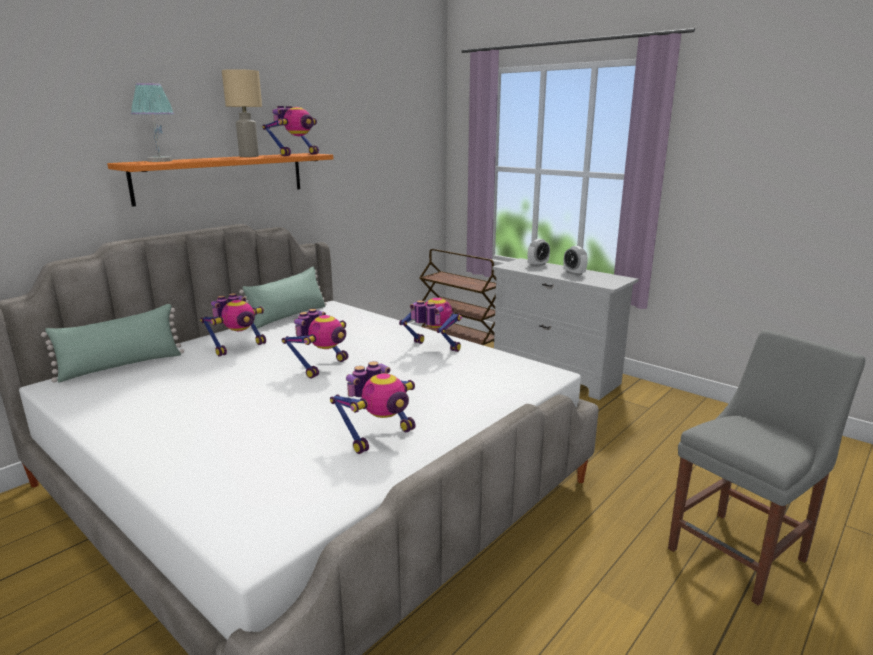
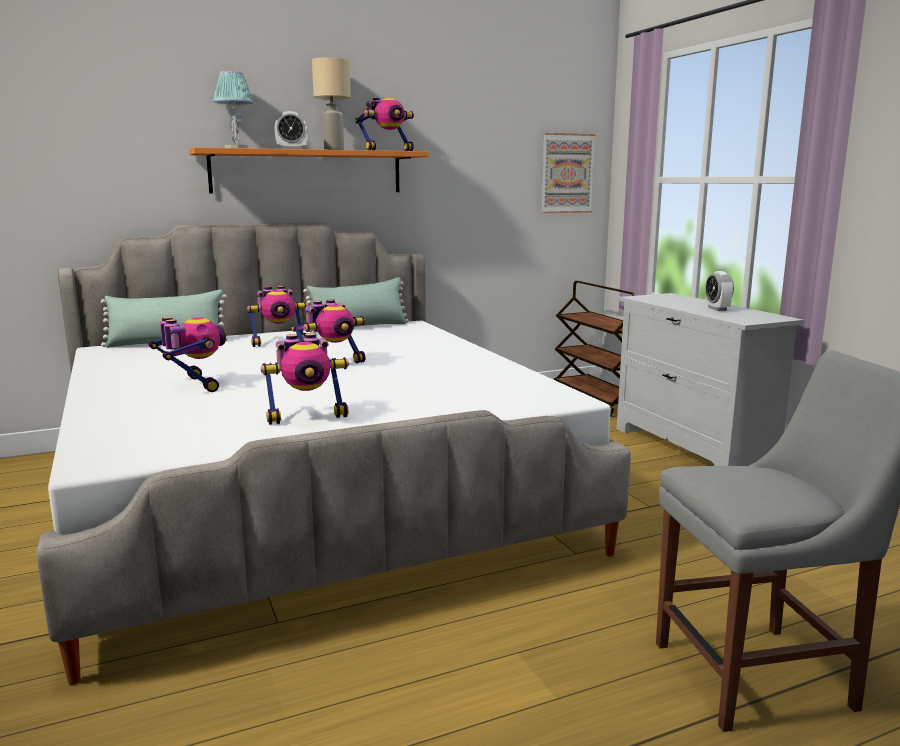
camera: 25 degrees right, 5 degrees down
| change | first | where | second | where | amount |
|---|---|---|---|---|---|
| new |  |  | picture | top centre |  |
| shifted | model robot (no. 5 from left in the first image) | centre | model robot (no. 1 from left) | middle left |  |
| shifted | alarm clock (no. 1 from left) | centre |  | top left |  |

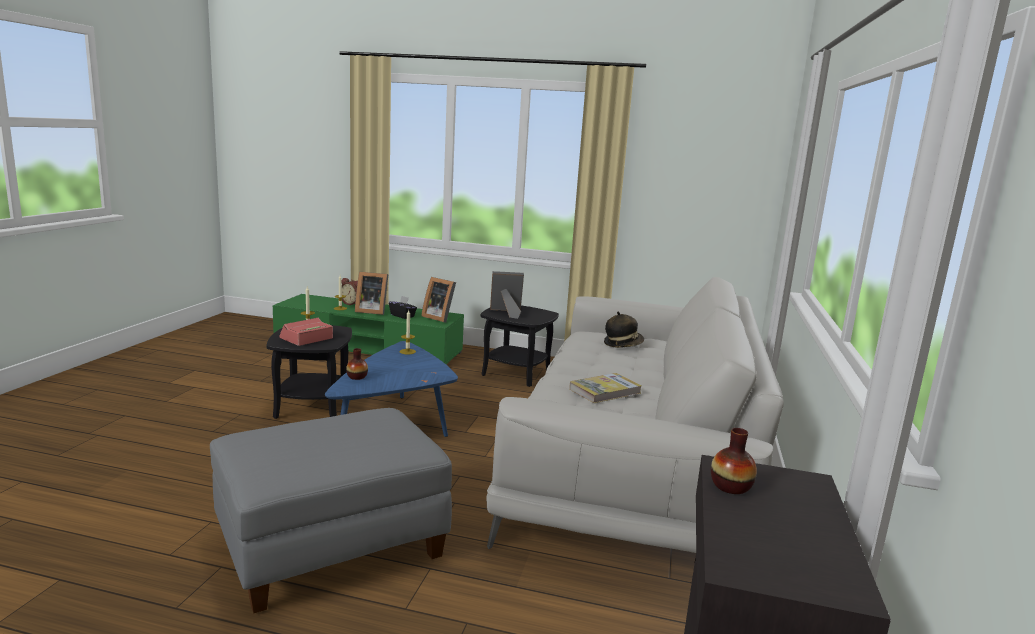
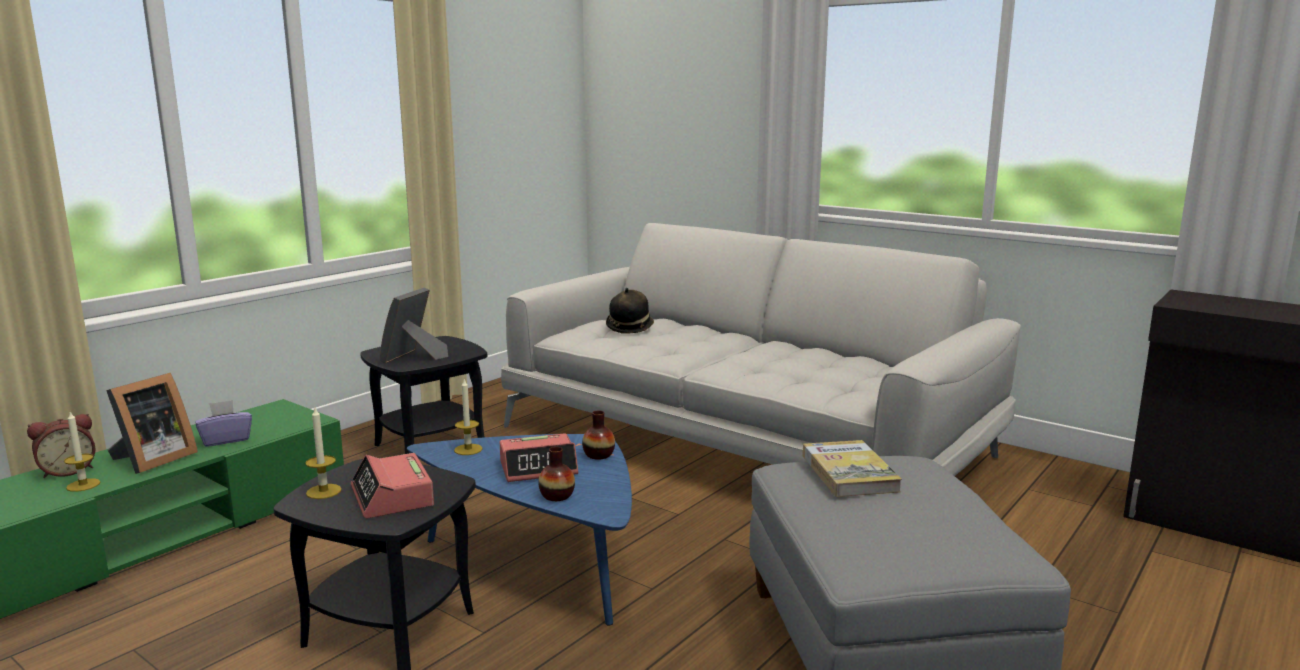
camera: 65 degrees left, 0 degrees up
| change | first | where | second | where | amount |
|---|---|---|---|---|---|
| gone | picture frame (no. 2 from left) | centre |  |  |  |
| new |  |  | alarm clock (no. 3 from left) | bottom centre |  |
| shifted | book | centre |  | bottom centre |  |
| shifted | flower vase (no. 2 from left) | bottom right |  | centre |  |
| repainted | black-coloured tissue holder | centre | purplish tissue holder | middle left |  |

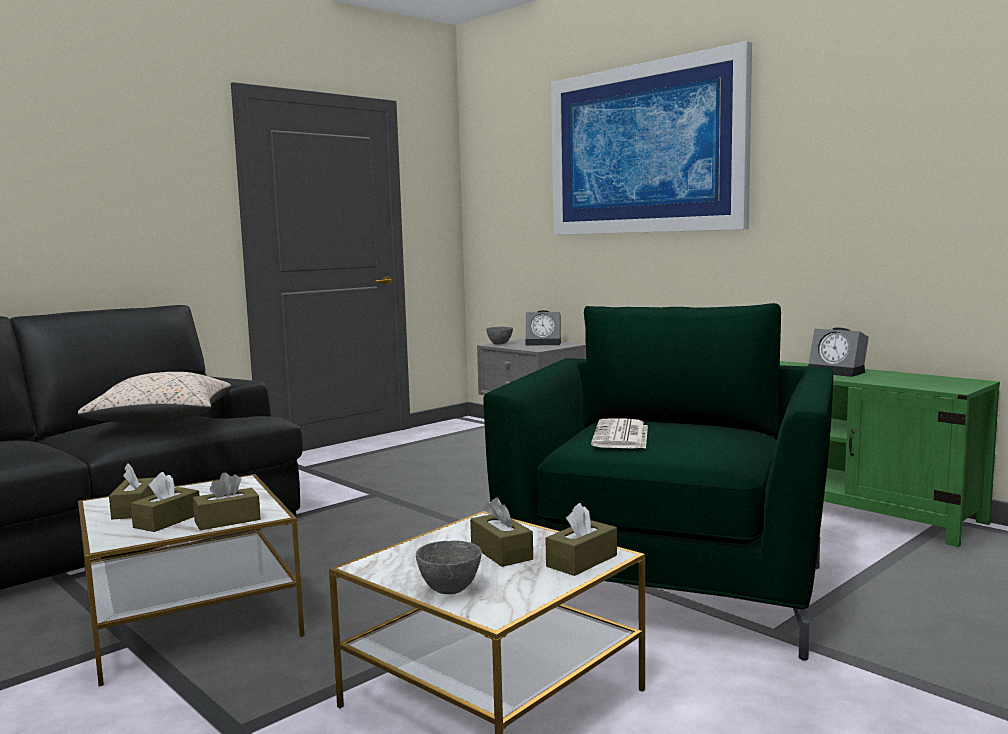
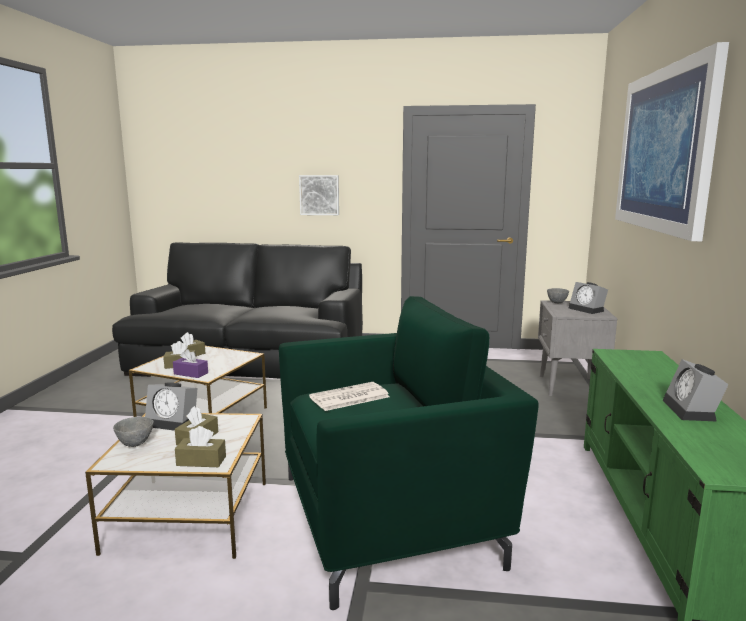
camera: 50 degrees right, 5 degrees up
| change | first | where | second | where | amount |
|---|---|---|---|---|---|
| gone | sand-coloured throw pillow | middle left |  |  |  |
| new |  |  | alarm clock (no. 1 from left) | middle left |  |
| new |  |  | picture (no. 1 from left) | top centre |  |
| repainted | brownish tissue holder (no. 3 from left) | bottom left | purplish tissue holder | middle left |  |

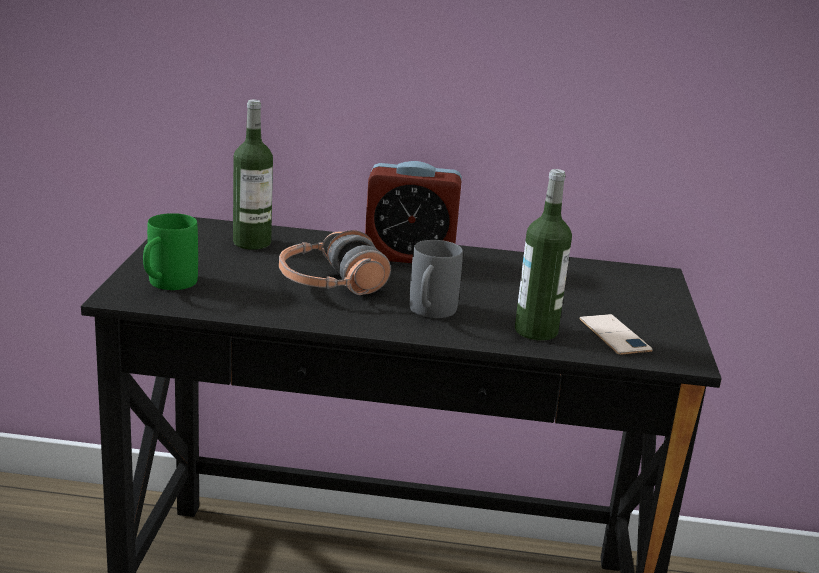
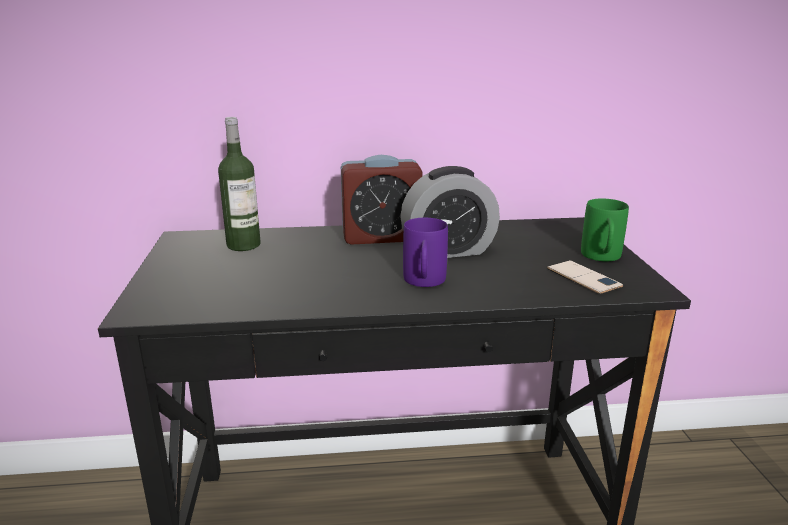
camera: 10 degrees left, 0 degrees up
| change | first | where | second | where | amount |
|---|---|---|---|---|---|
| gone | pair of headphones | centre |  |  |  |
| gone | drink bottle (no. 2 from left) | centre |  |  |  |
| new |  |  | alarm clock (no. 2 from left) | centre |  |
| shifted | green-coloured tea mug | middle left |  | middle right |  |
| repainted | gray tea mug | centre | purplish tea mug | centre |  |

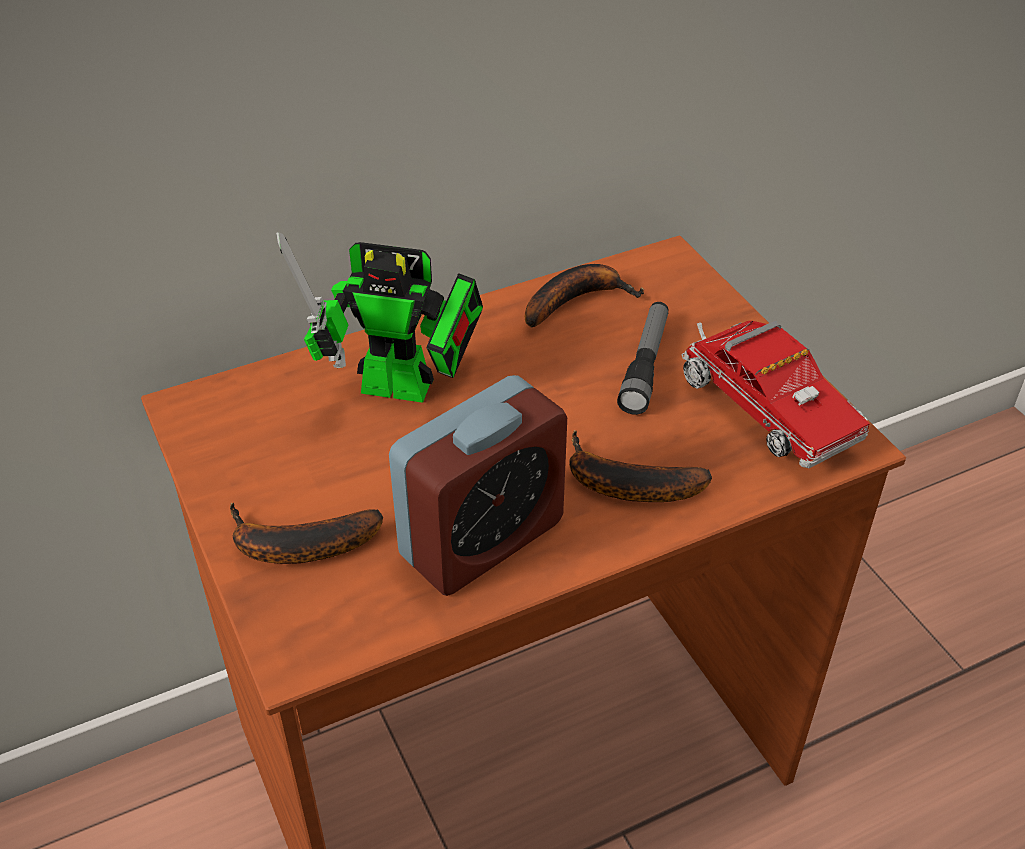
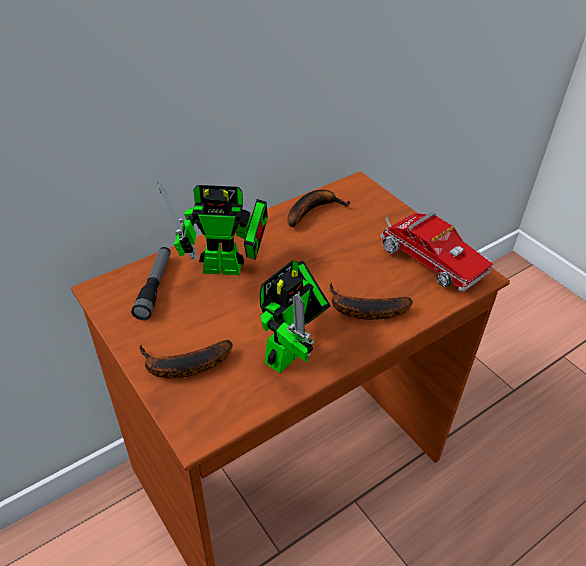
camera: 10 degrees left, 0 degrees up
| change | first | where | second | where | amount |
|---|---|---|---|---|---|
| shifted | torch | centre |  | middle left |  |
| swapped | alarm clock | centre | model robot (no. 2 from left) | centre |  |

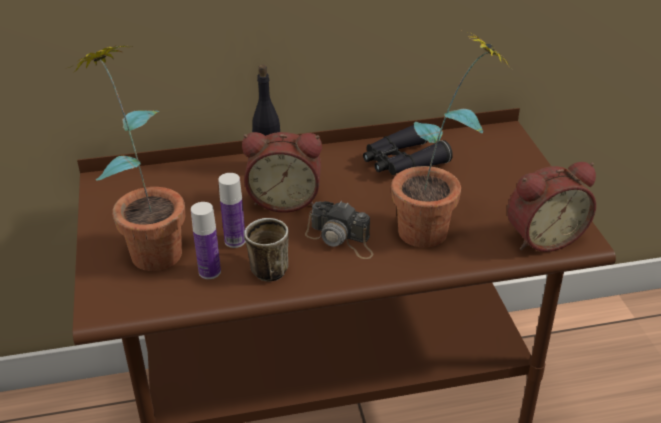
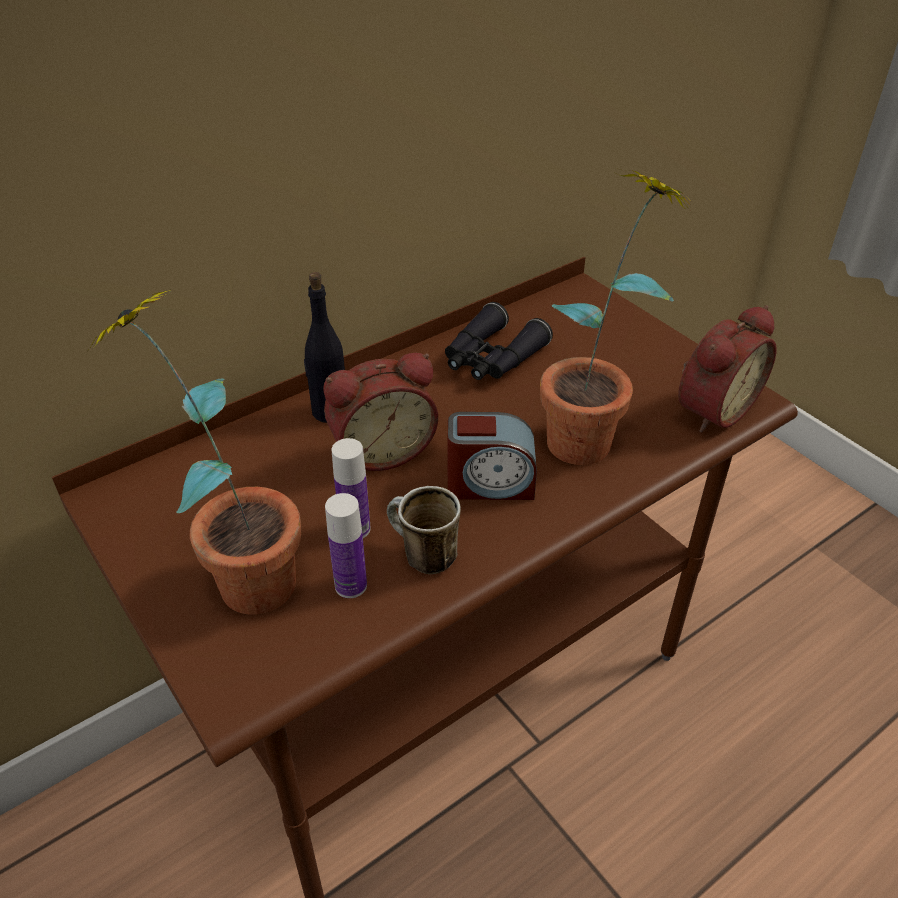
camera: 25 degrees left, 5 degrees up
| change | first | where | second | where | amount |
|---|---|---|---|---|---|
| swapped | still camera | centre | alarm clock (no. 2 from left) | centre |  |

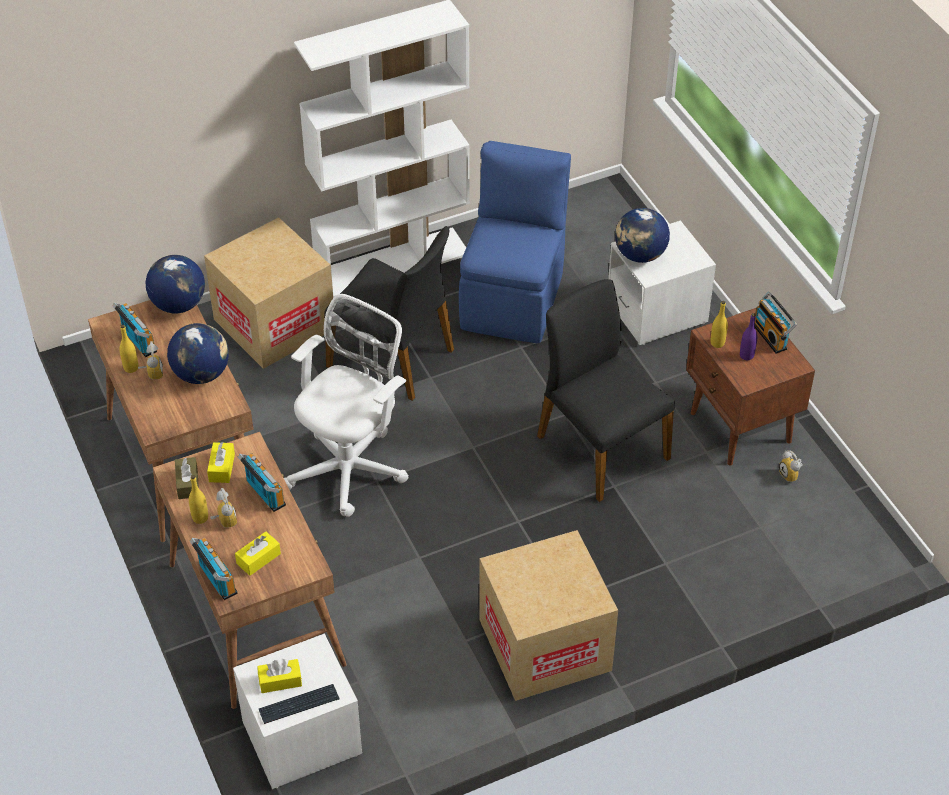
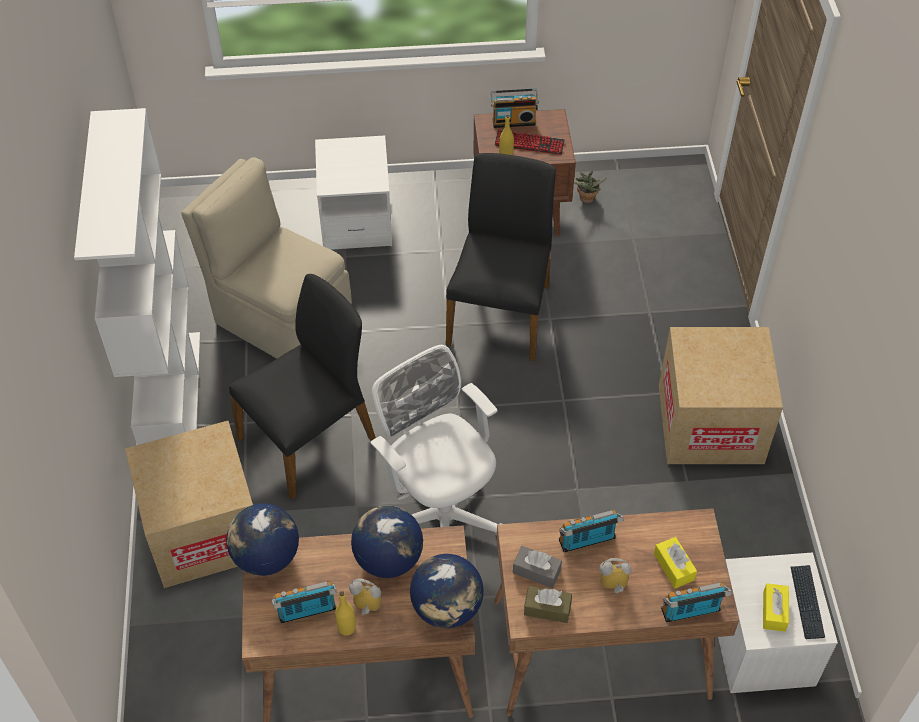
camera: 70 degrees left, 5 degrees up
| change | first | where | second | where | amount |
|---|---|---|---|---|---|
| gone | yellow-coloured drink bottle (no. 2 from left) | middle left |  |  |  |
| shifted | world globe (no. 3 from left) | top right |  | bottom centre |  |
| swapped | purplish drink bottle | middle right | PC keyboard (no. 1 from left) | top centre |  |
| swapped | alarm clock (no. 3 from left) | middle right | houseplant | top centre |  |
| repainted | yellow-coloured tissue holder (no. 1 from left) | middle left | gray tissue holder | bottom centre |  |
| repainted | bluish upright chair | top centre | sand-coloured upright chair | middle left |  |
| rotated | black-coloured upright chair (no. 2 from left) | centre |  | centre | 120 degrees clockwise |

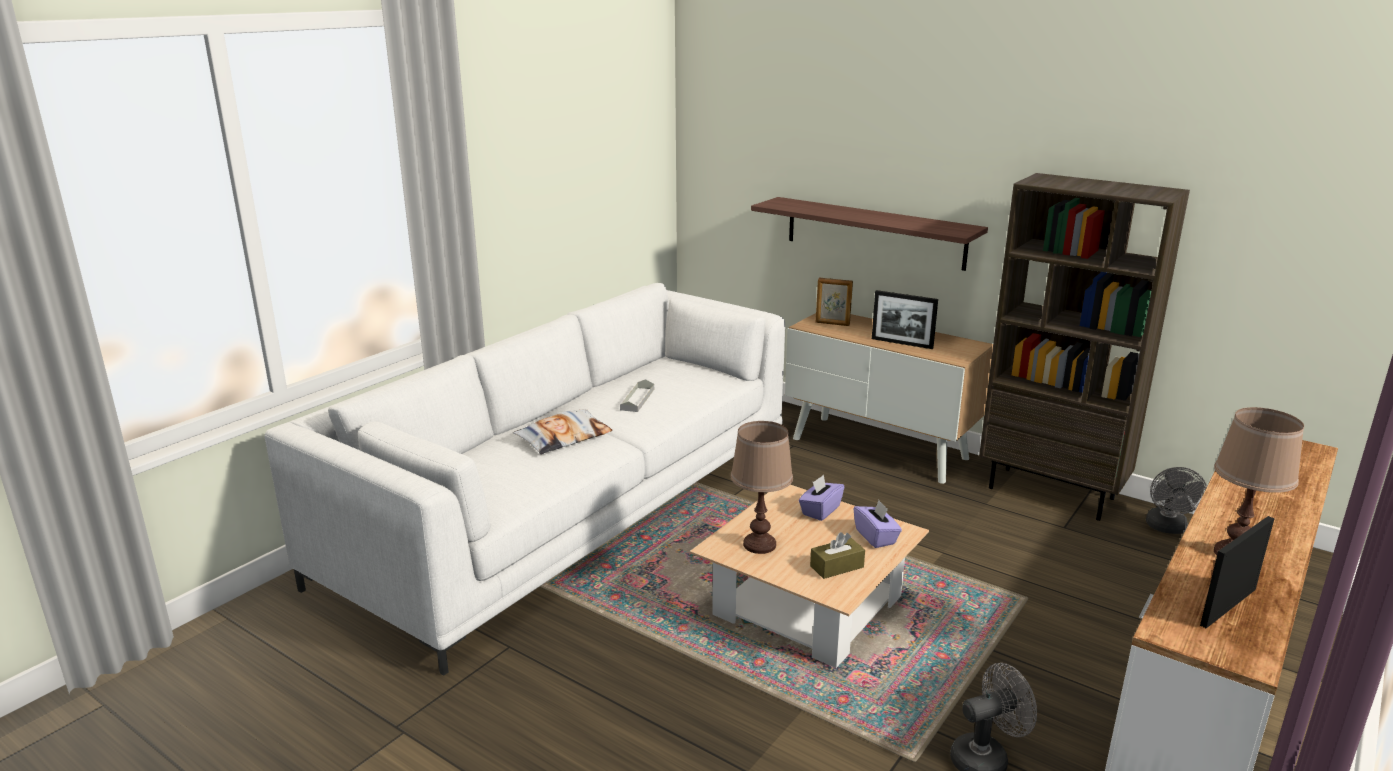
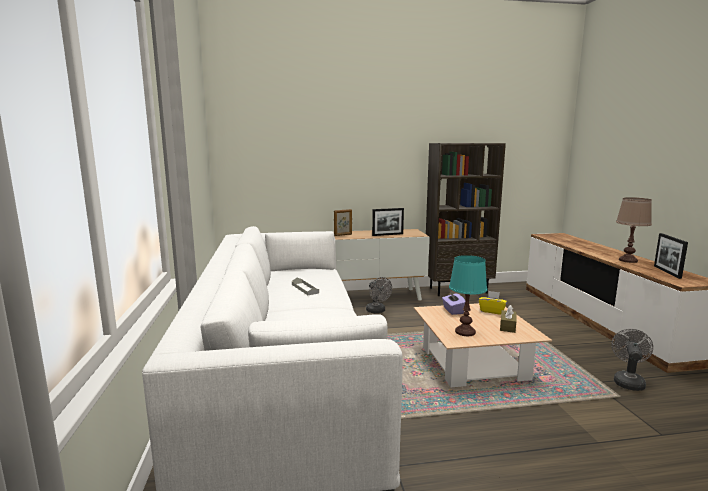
camera: 45 degrees left, 10 degrees down
| change | first | where | second | where | amount |
|---|---|---|---|---|---|
| gone | throw pillow | centre |  |  |  |
| gone | wall shelf | top centre |  |  |  |
| shifted | gray cooling fan (no. 2 from left in the first image) | middle right | gray cooling fan (no. 1 from left) | centre |  |
| repainted | brownish table lamp (no. 1 from left) | centre | blue-green table lamp | centre |  |
| repainted | purplish tissue holder (no. 2 from left) | bottom centre | yellow-coloured tissue holder | middle right |  |

